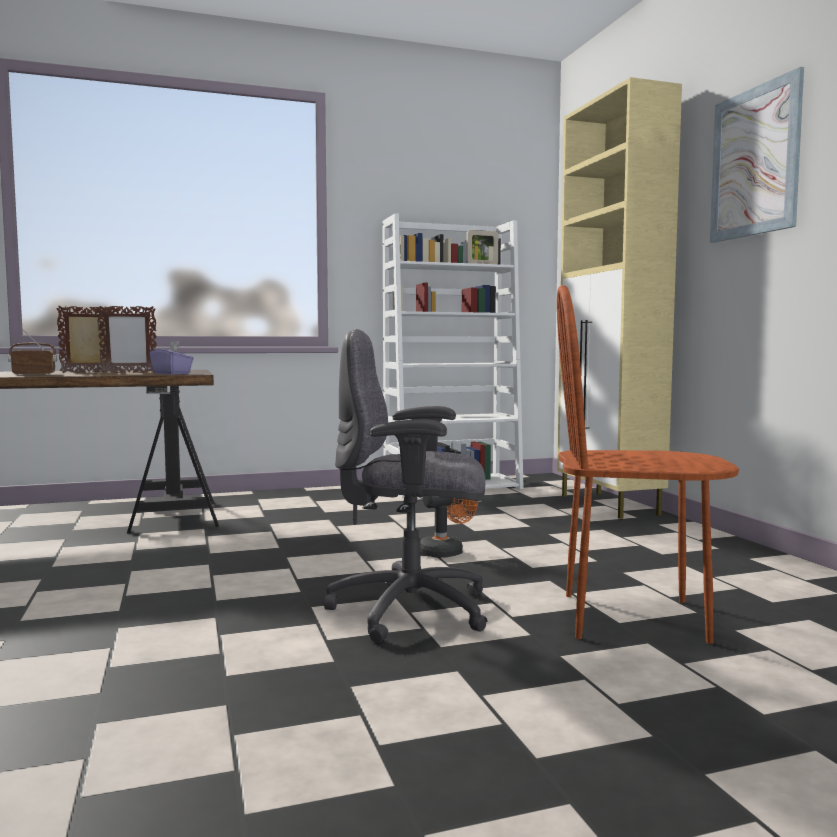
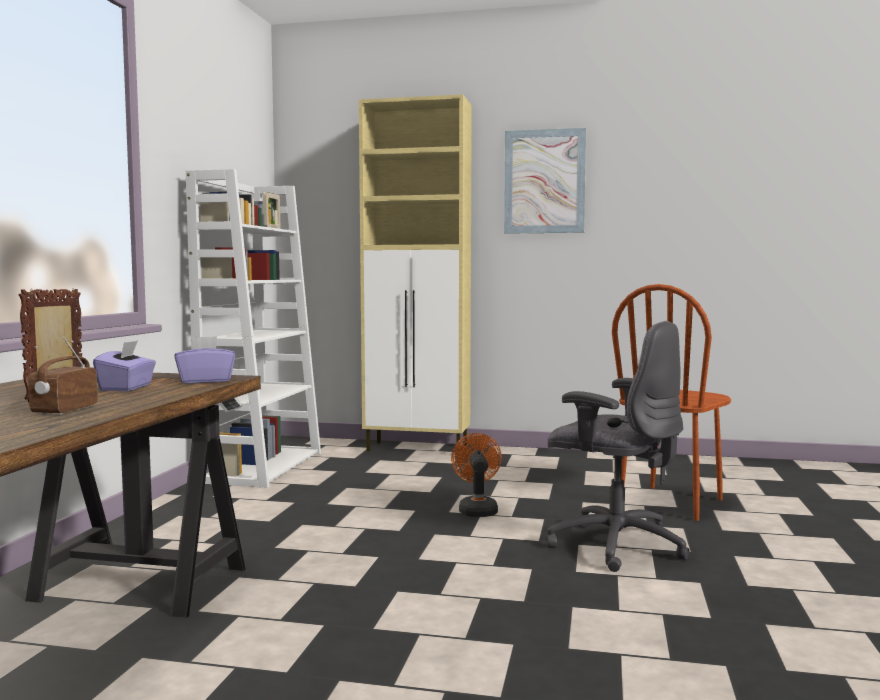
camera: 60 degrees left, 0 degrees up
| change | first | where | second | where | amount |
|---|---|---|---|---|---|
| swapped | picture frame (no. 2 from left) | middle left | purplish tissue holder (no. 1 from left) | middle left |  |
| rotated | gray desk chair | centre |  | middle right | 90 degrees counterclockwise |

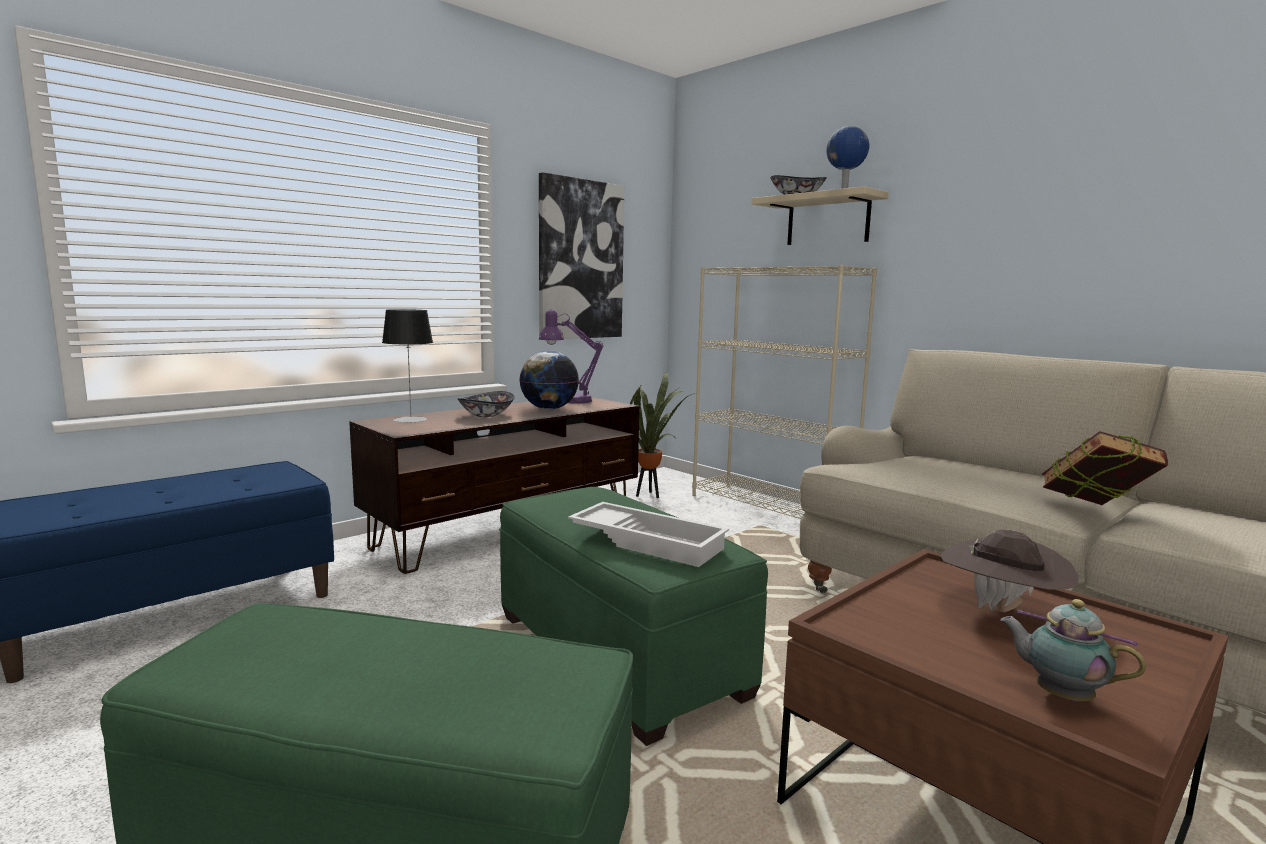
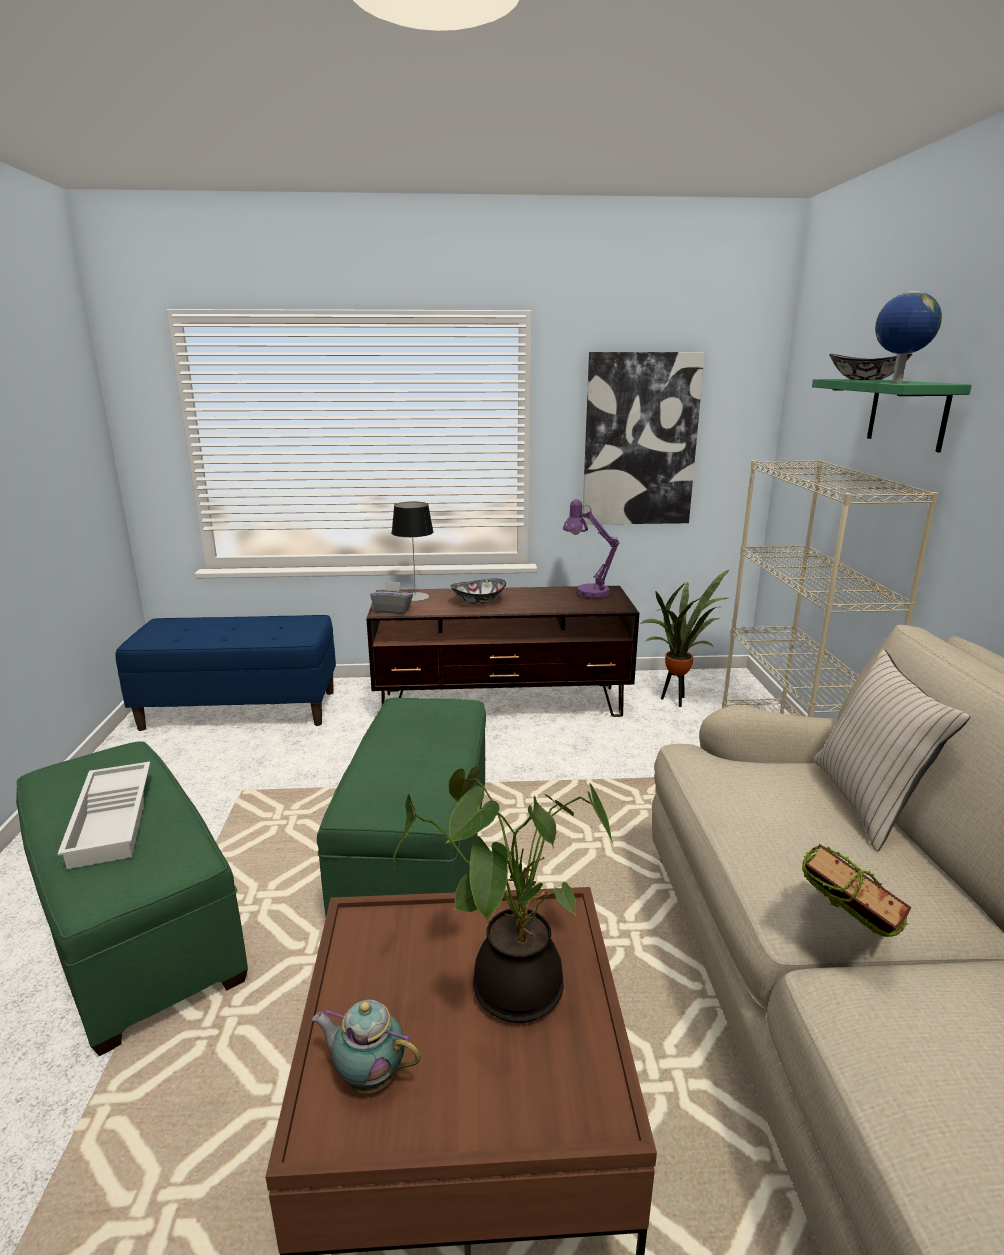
camera: 40 degrees right, 10 degrees up
| change | first | where | second | where | amount |
|---|---|---|---|---|---|
| gone | world globe (no. 1 from left) | centre |  |  |  |
| new |  |  | gray tissue holder | centre |  |
| new |  |  | sand-coloured throw pillow | middle right |  |
| shifted | white-coloured carrying tray | centre |  | middle left |  |
| swapped | brownish clothing hat | bottom right | houseplant (no. 1 from left) | bottom centre |  |
| repainted | sand-coloured wall shelf | top centre | green-coloured wall shelf | top right |  |
| rotated | pot for tea | bottom right |  | bottom centre | 60 degrees counterclockwise |

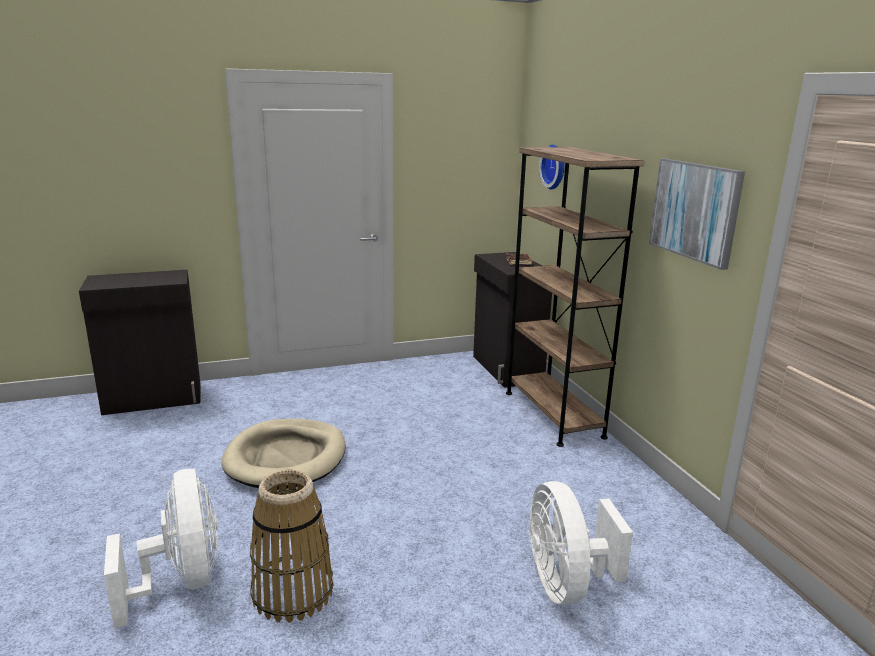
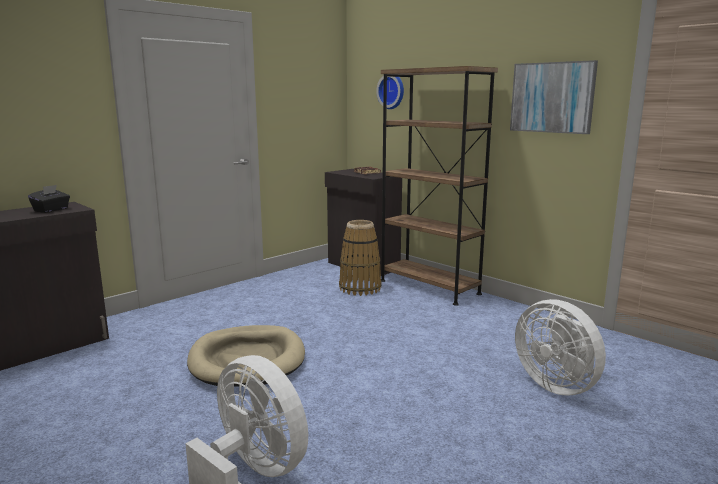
camera: 25 degrees left, 5 degrees down
| change | first | where | second | where | amount |
|---|---|---|---|---|---|
| new |  |  | black-coloured tissue holder | middle left |  |
| shifted | household basket | bottom centre |  | centre |  |

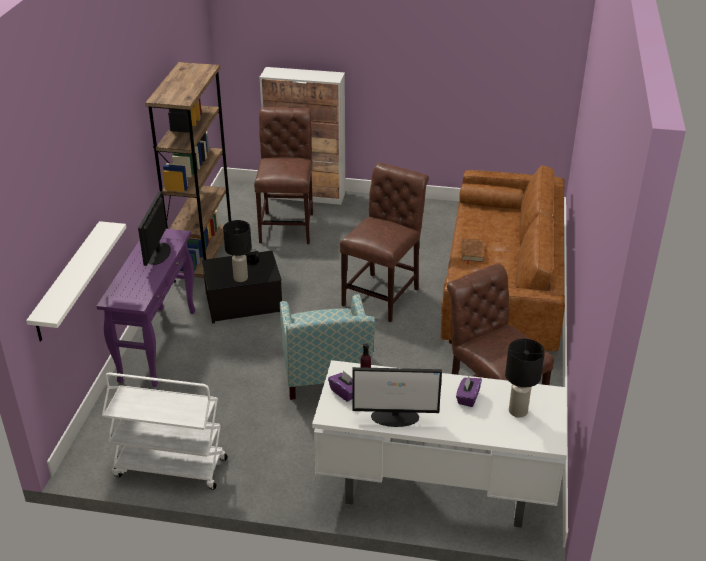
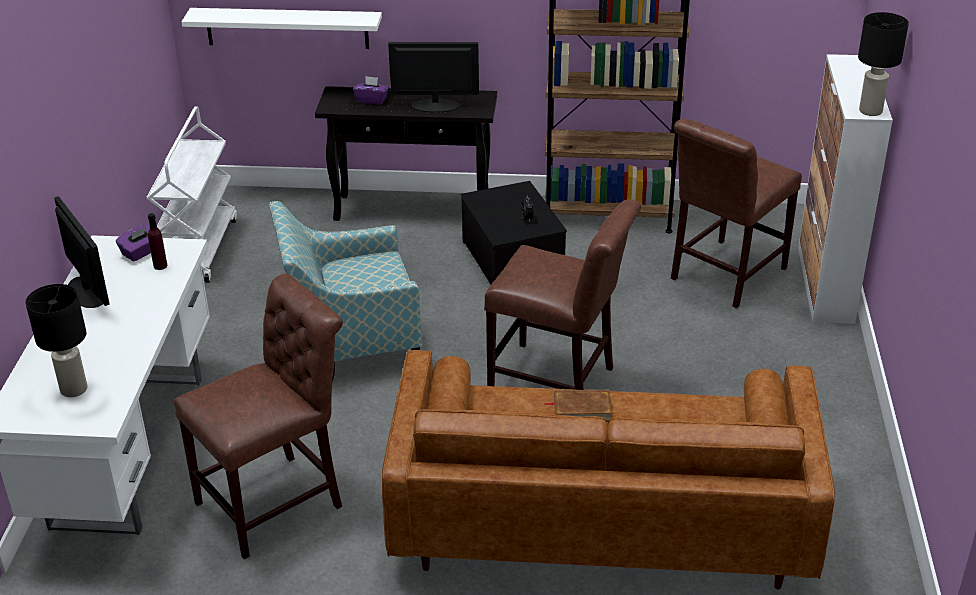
camera: 85 degrees right, 0 degrees up
| change | first | where | second | where | amount |
|---|---|---|---|---|---|
| shifted | black-coloured table lamp (no. 1 from left in the first image) | centre | black-coloured table lamp (no. 2 from left) | top right |  |
| shifted | purplish tissue holder (no. 2 from left) | bottom centre |  | top centre |  |
| repainted | purplish hall table | middle left | black-coloured hall table | top centre |  |
| rotated | brownish upright chair (no. 1 from left in the first image) | top centre | brownish upright chair (no. 3 from left) | middle right | 135 degrees clockwise |
| rotated | computer screen (no. 2 from left in the first image) | bottom centre | computer screen (no. 1 from left) | middle left | 150 degrees clockwise |

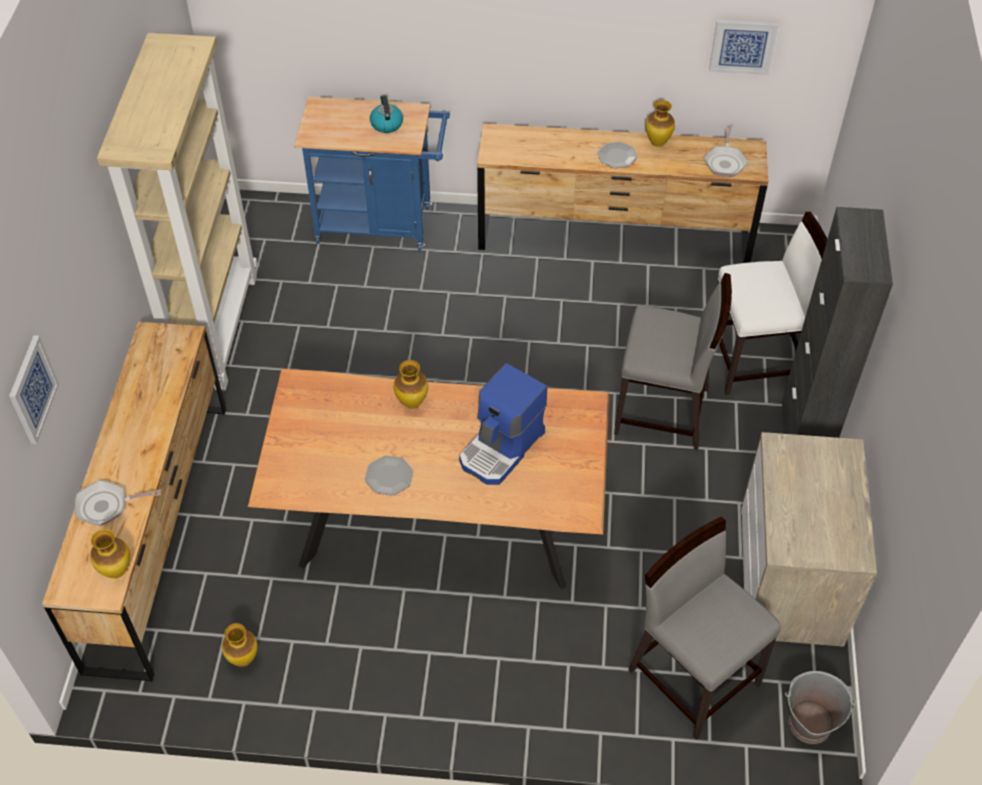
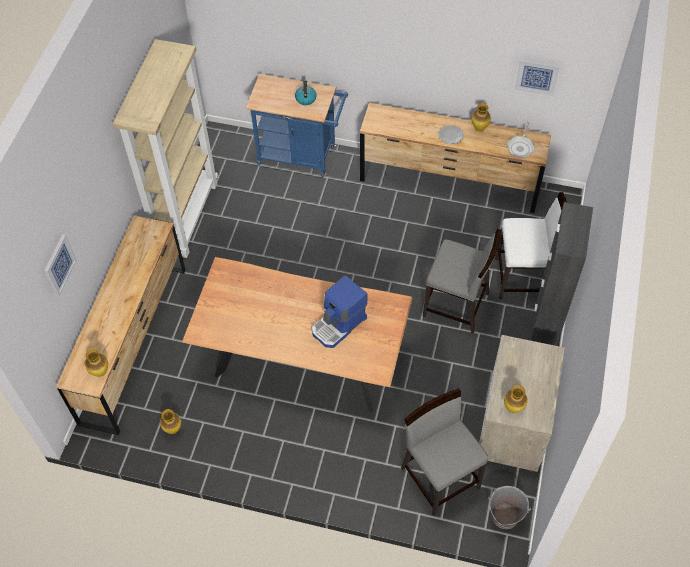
camera: 10 degrees right, 5 degrees up
| change | first | where | second | where | amount |
|---|---|---|---|---|---|
| gone | frying pan (no. 1 from left) | middle left |  |  |  |
| gone | plate (no. 1 from left) | centre |  |  |  |
| shifted | flower vase (no. 3 from left in the first image) | centre | flower vase (no. 4 from left) | bottom right |  |

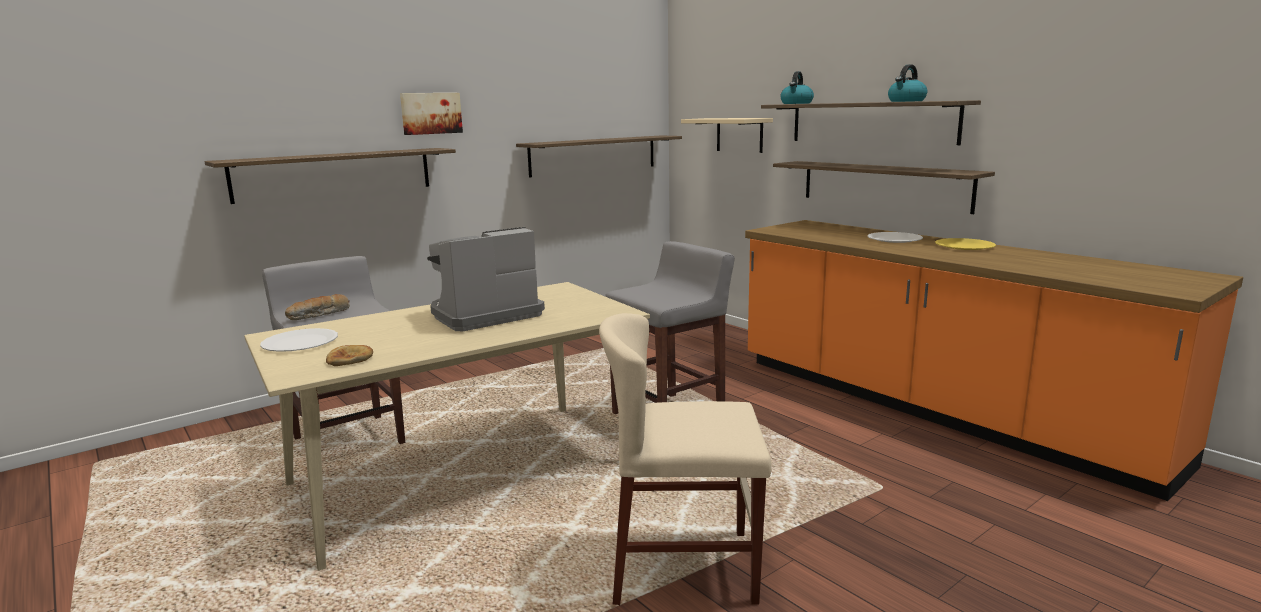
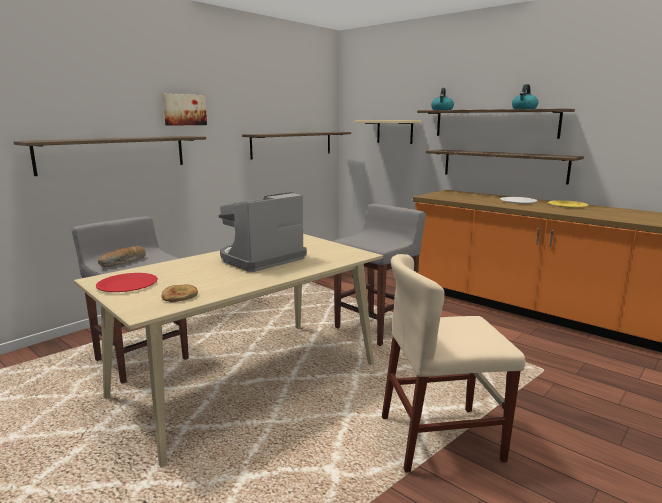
camera: 10 degrees left, 0 degrees up
| change | first | where | second | where | amount |
|---|---|---|---|---|---|
| repainted | white-coloured plate (no. 1 from left) | middle left | red plate | middle left |  |

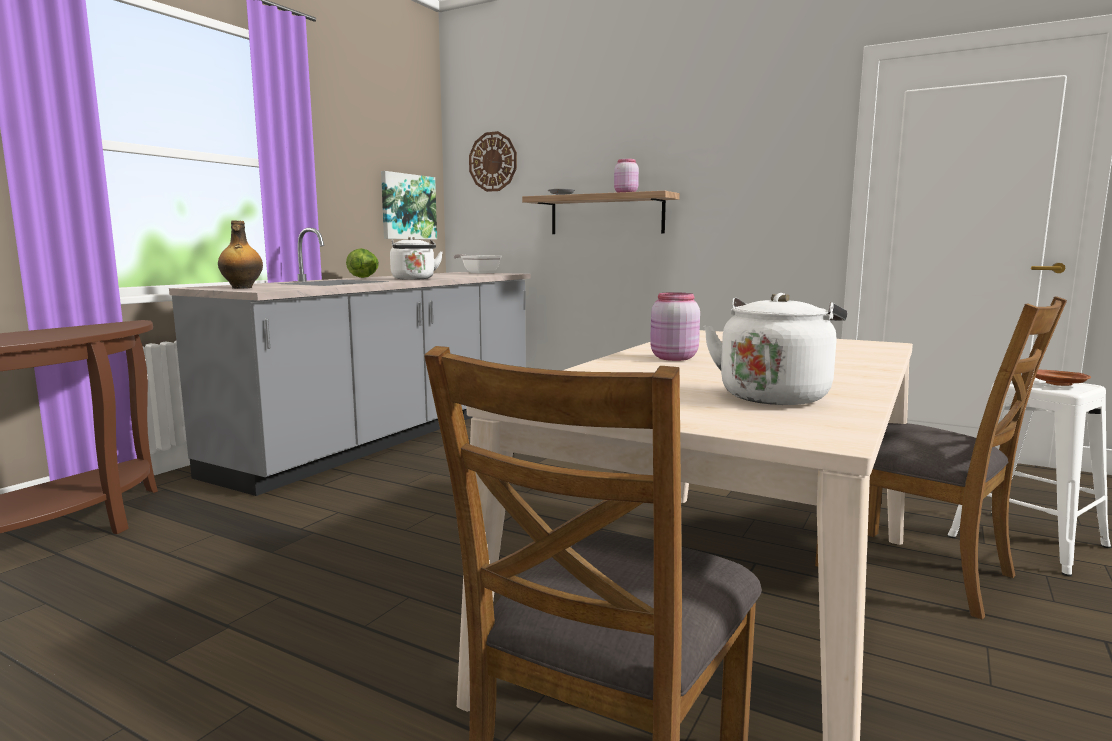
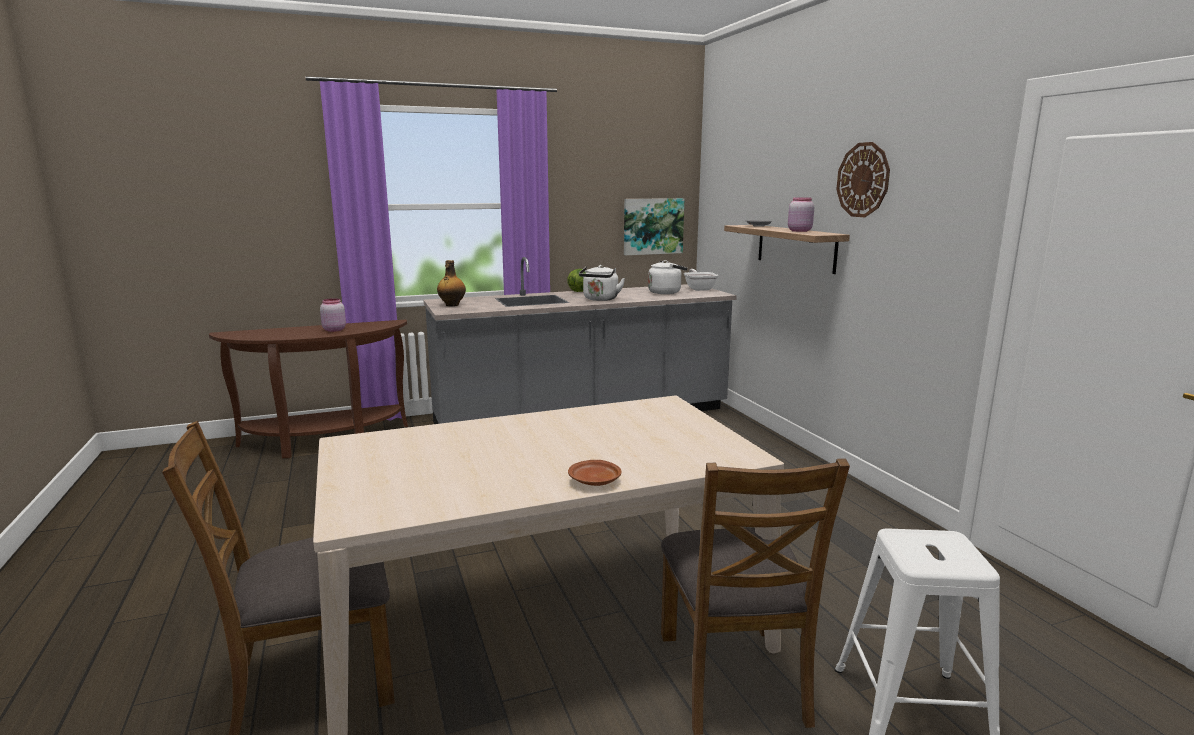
camera: 40 degrees right, 5 degrees up
| change | first | where | second | where | amount |
|---|---|---|---|---|---|
| shifted | hanging clock | top centre |  | top right |  |
| shifted | pink-coloured storage jar (no. 2 from left in the first image) | centre | pink-coloured storage jar (no. 1 from left) | middle left |  |
| shifted | white-coloured kettle (no. 2 from left) | middle right |  | centre |  |
| shifted | brownish plate | middle right |  | centre |  |

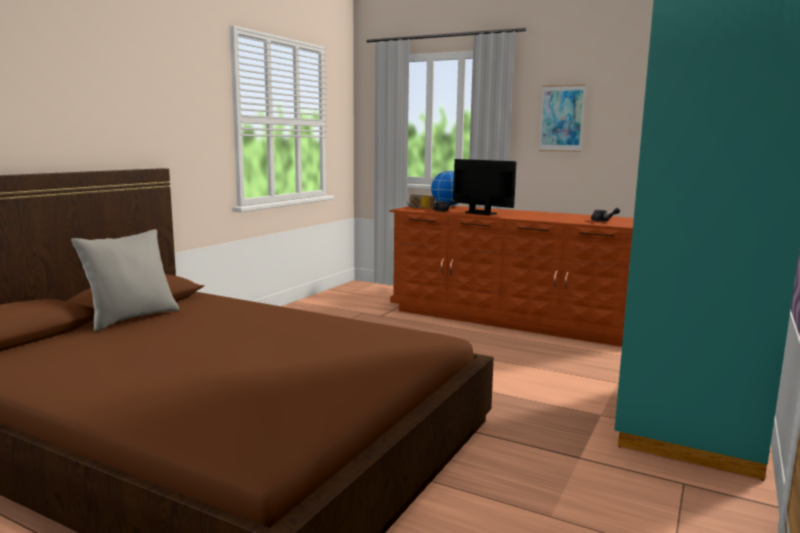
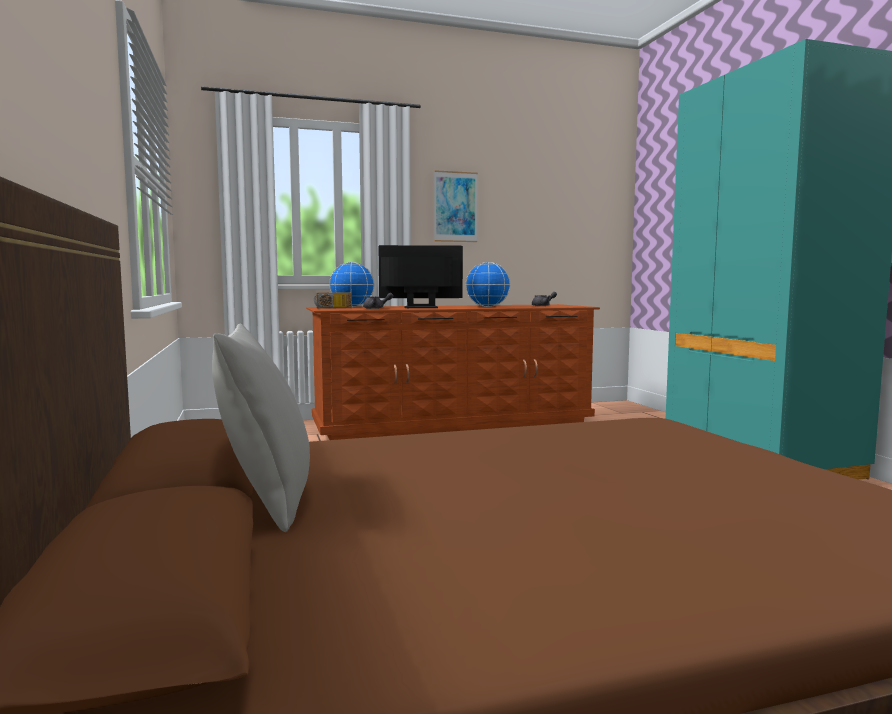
camera: 45 degrees left, 5 degrees down
| change | first | where | second | where | amount |
|---|---|---|---|---|---|
| new |  |  | world globe (no. 2 from left) | centre |  |

